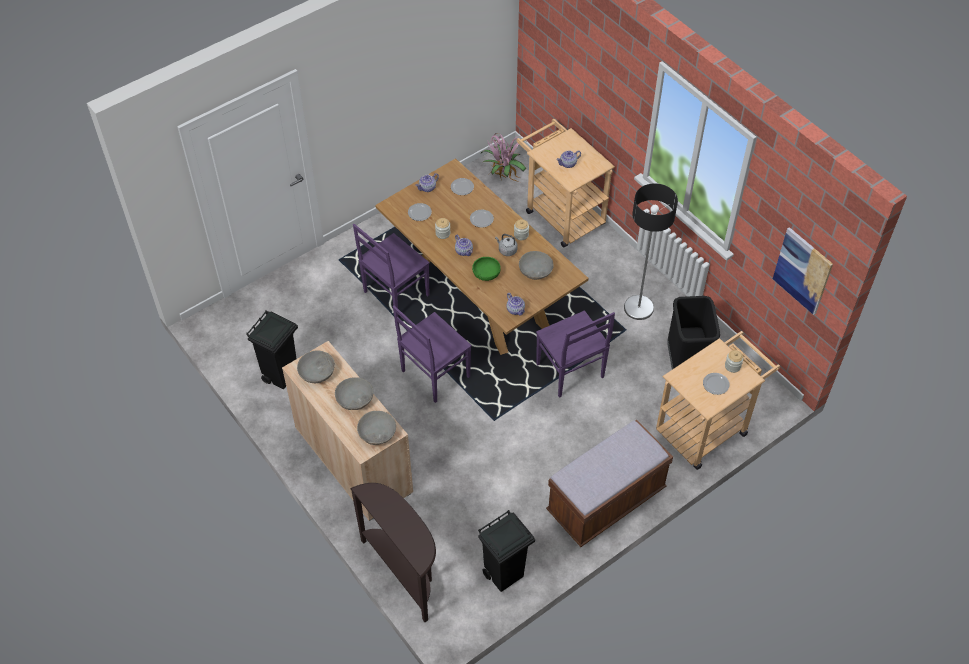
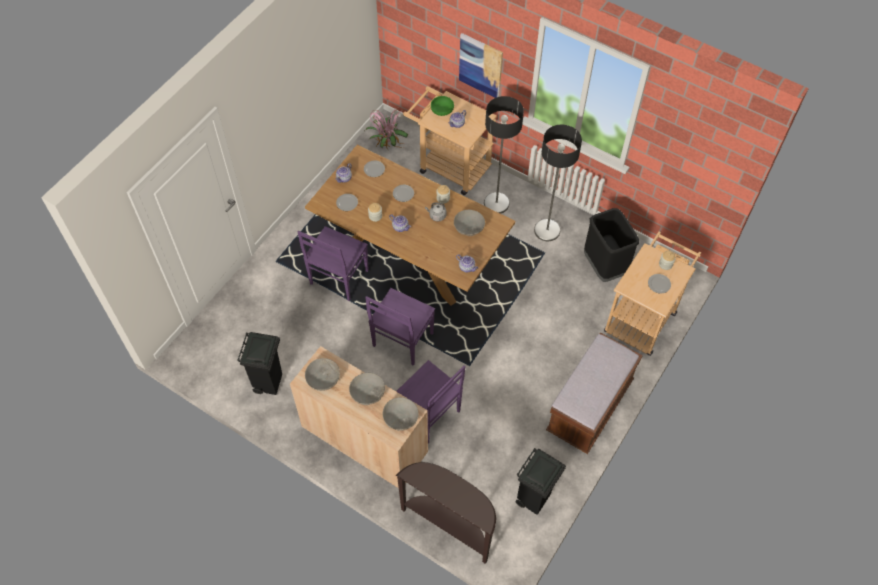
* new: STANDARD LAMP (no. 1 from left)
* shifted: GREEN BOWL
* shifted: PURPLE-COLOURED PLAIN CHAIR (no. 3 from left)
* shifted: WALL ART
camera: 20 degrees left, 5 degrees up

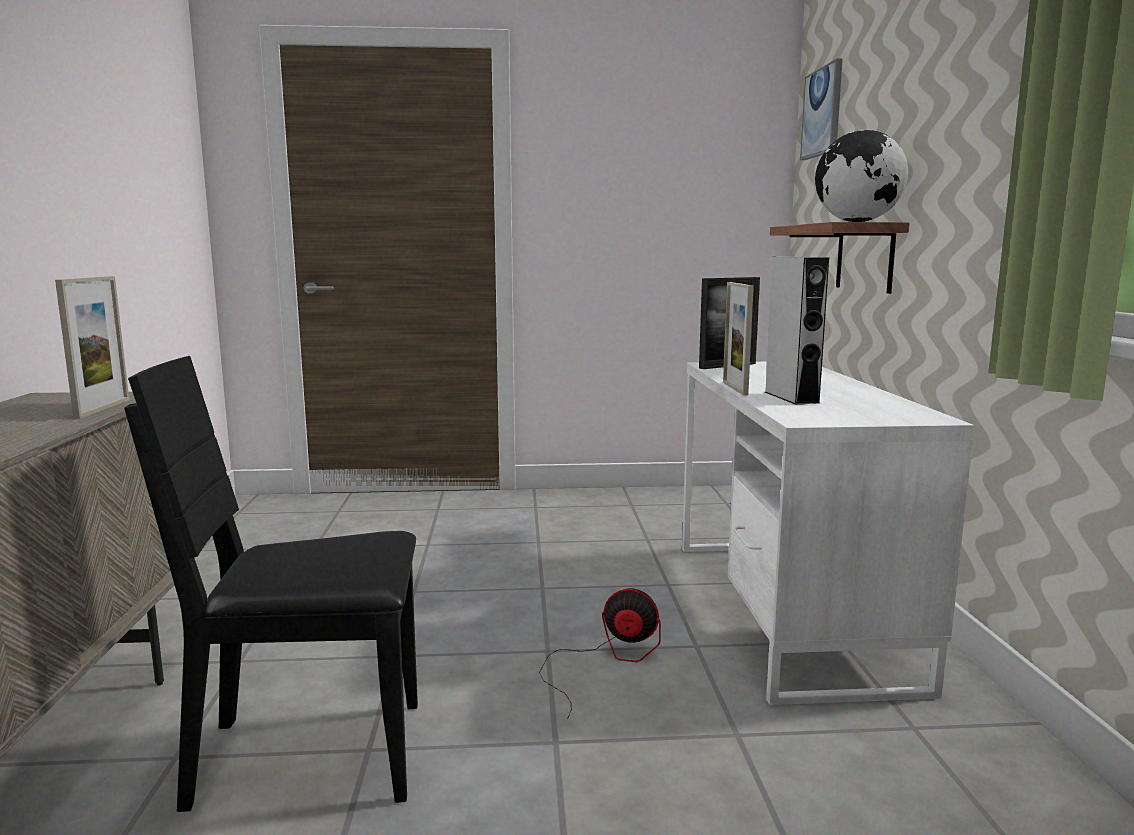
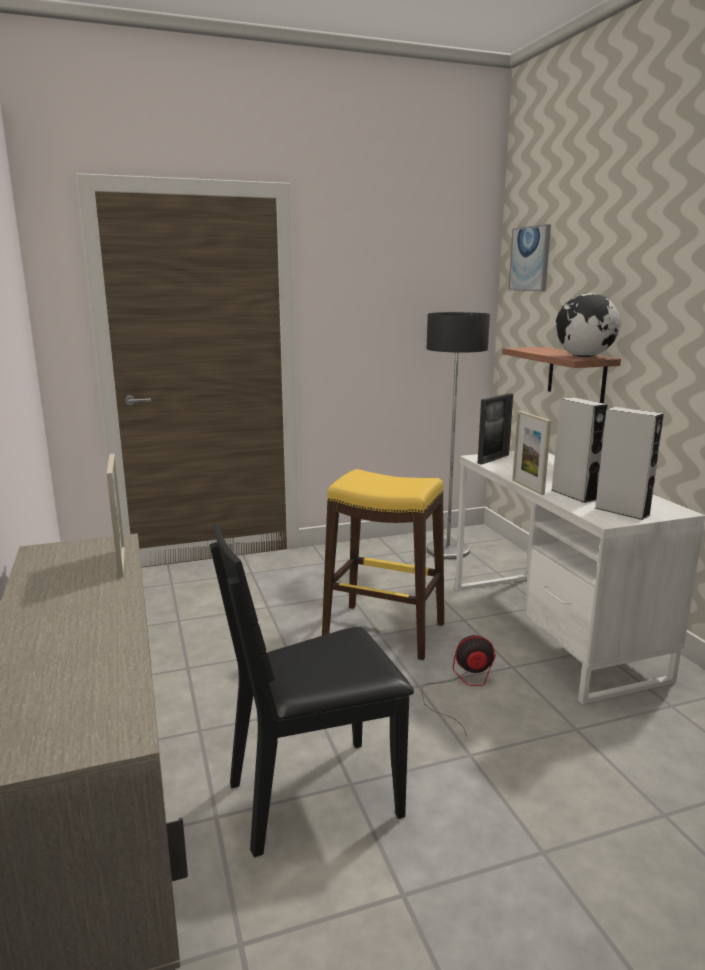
* new: YELLOW-COLOURED STOOL
* new: STANDARD LAMP
* new: GREY LOUDSPEAKER (no. 2 from left)
camera: 15 degrees left, 5 degrees up

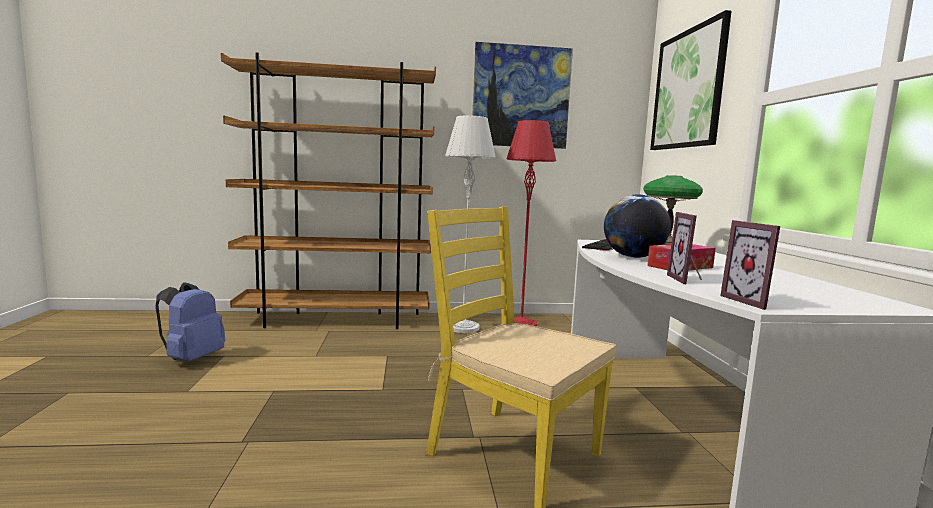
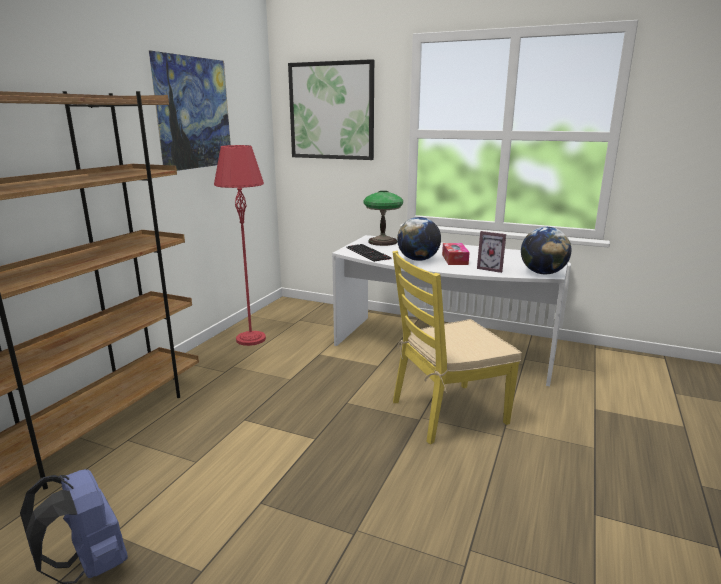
* gone: GREY STANDARD LAMP
* swapped: PHOTO FRAME (no. 2 from left) to GLOBE (no. 2 from left)
camera: 60 degrees left, 10 degrees up

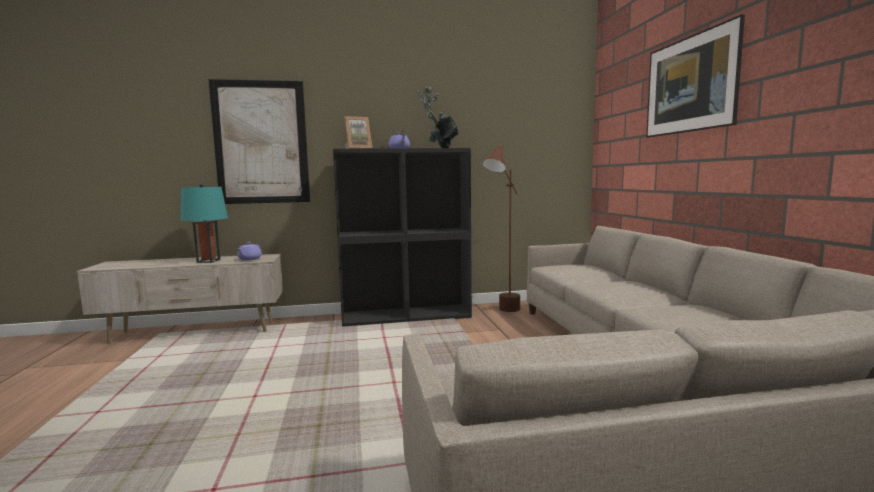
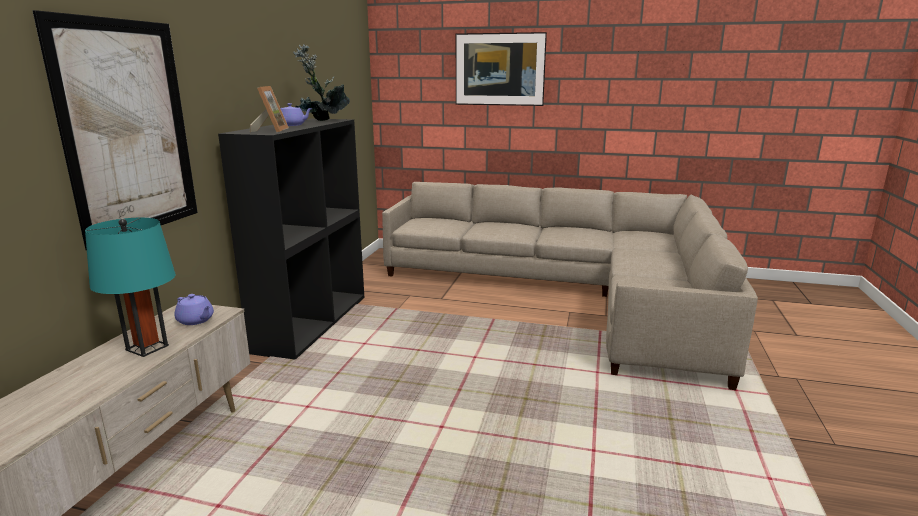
* gone: BROWN STANDARD LAMP
camera: 65 degrees left, 10 degrees up

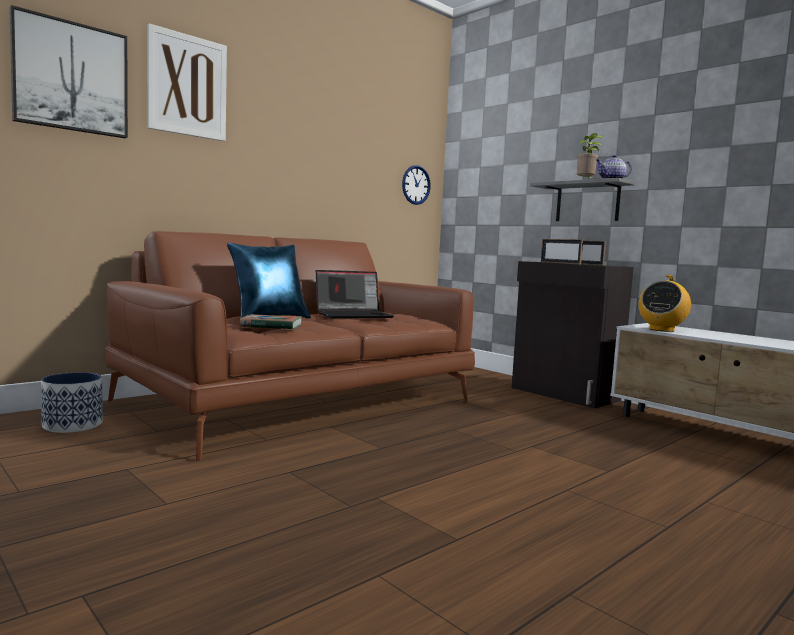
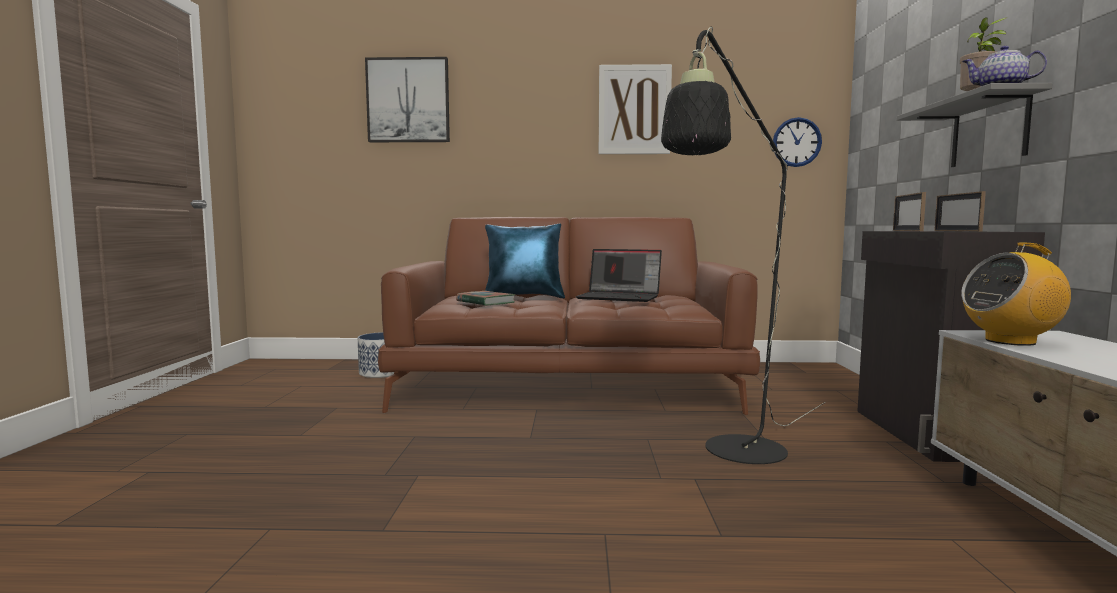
* new: BLACK STANDARD LAMP
* shifted: WALL ART (no. 2 from left)
camera: 45 degrees right, 0 degrees up

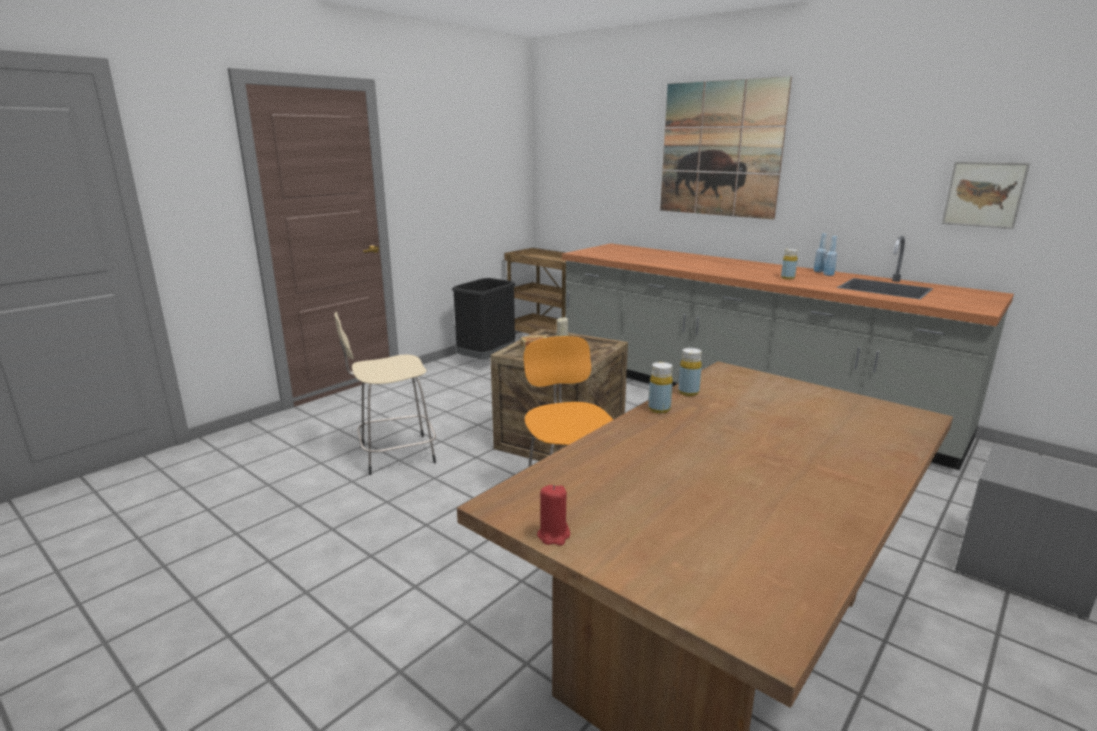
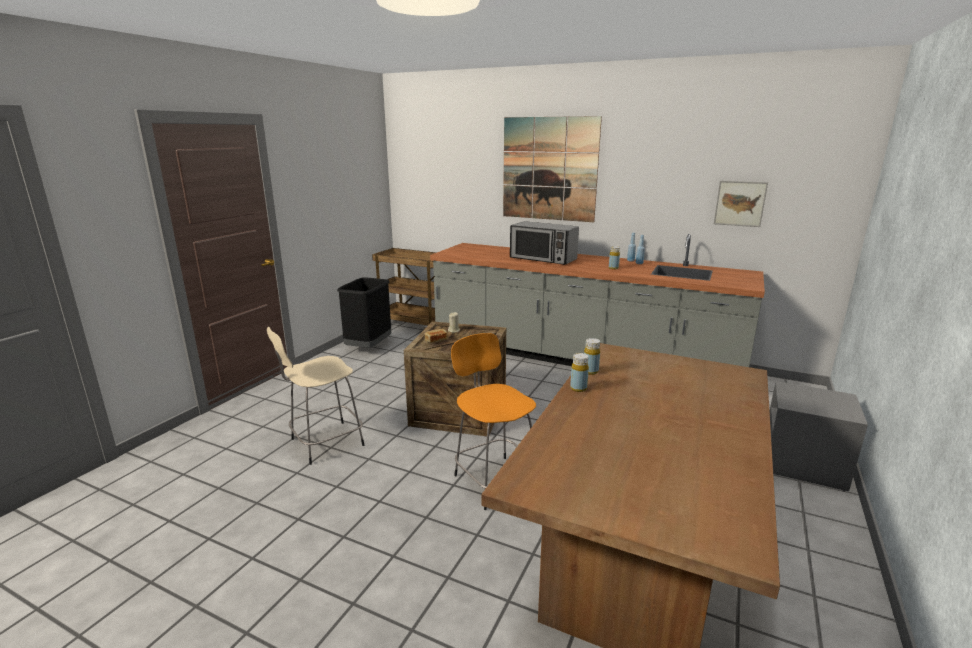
* gone: RED WAX LIGHT
* new: KITCHEN MICROWAVE
camera: 15 degrees left, 0 degrees up

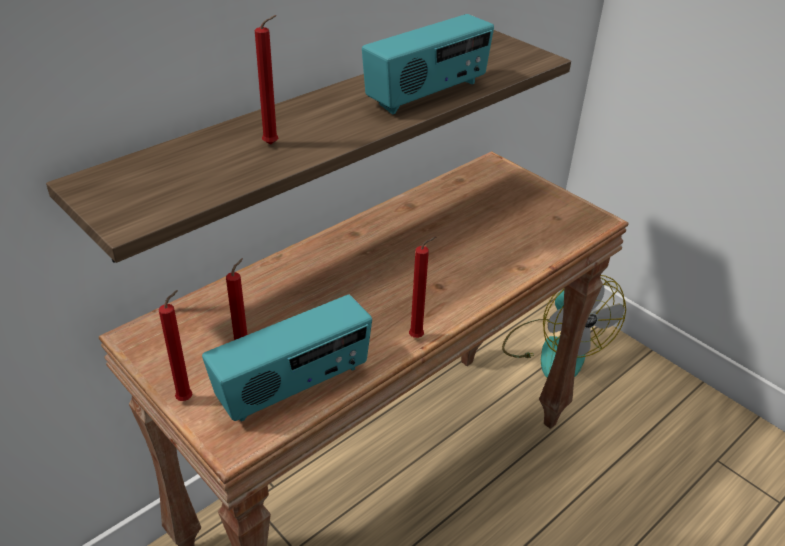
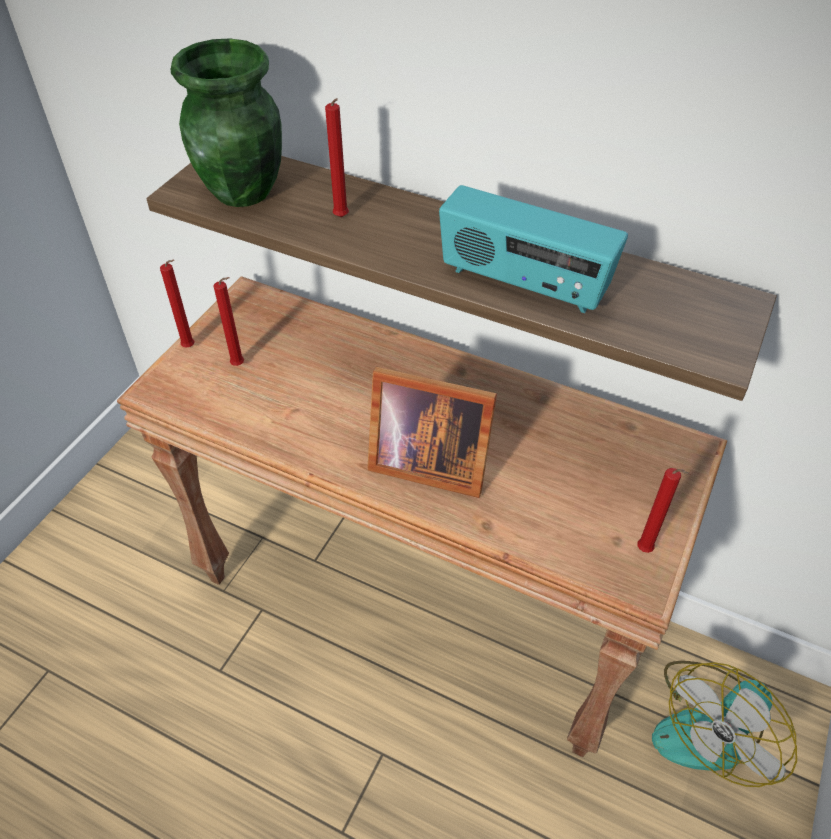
* gone: RADIO RECEIVER (no. 1 from left)
* new: GREEN VASE
* new: PHOTO FRAME
* shifted: RED WAX LIGHT (no. 4 from left)
camera: 70 degrees right, 10 degrees up

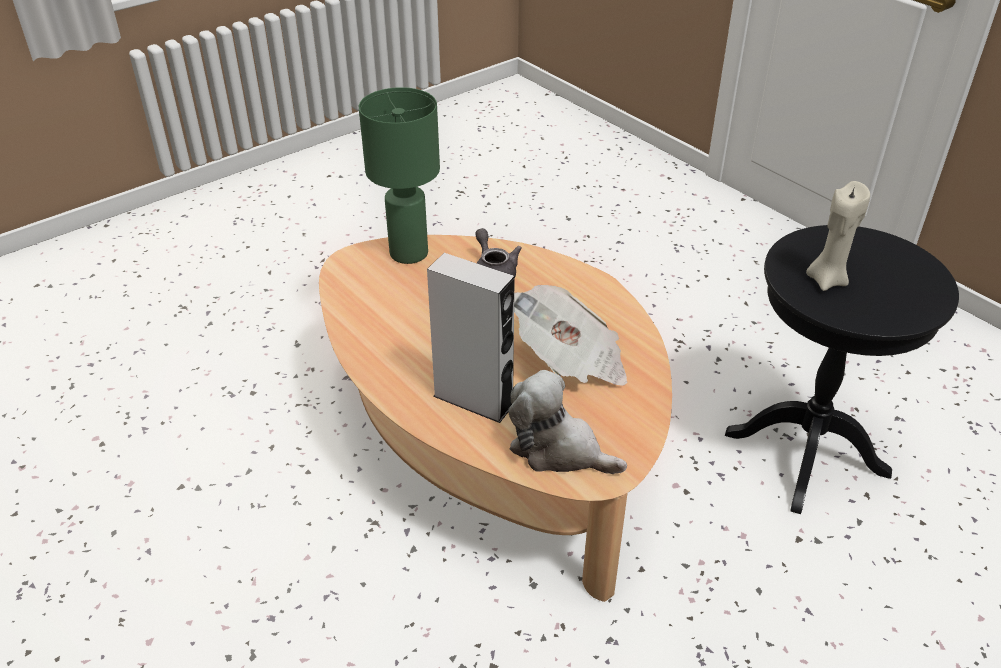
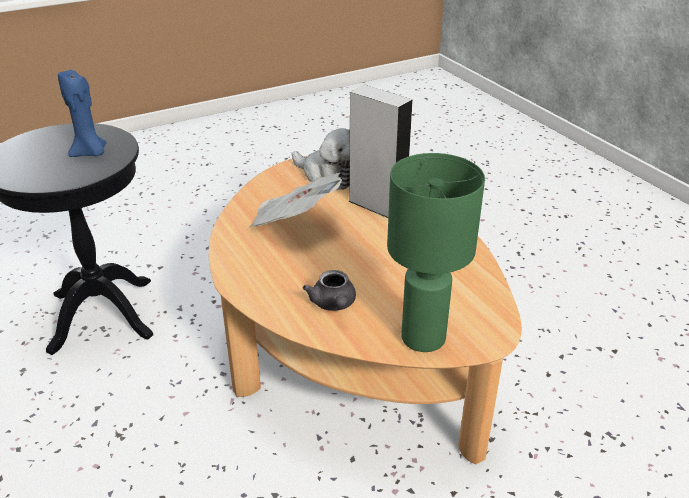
* repainted: SAND-COLOURED WAX LIGHT to BLUE-COLOURED WAX LIGHT
camera: 170 degrees left, 5 degrees down

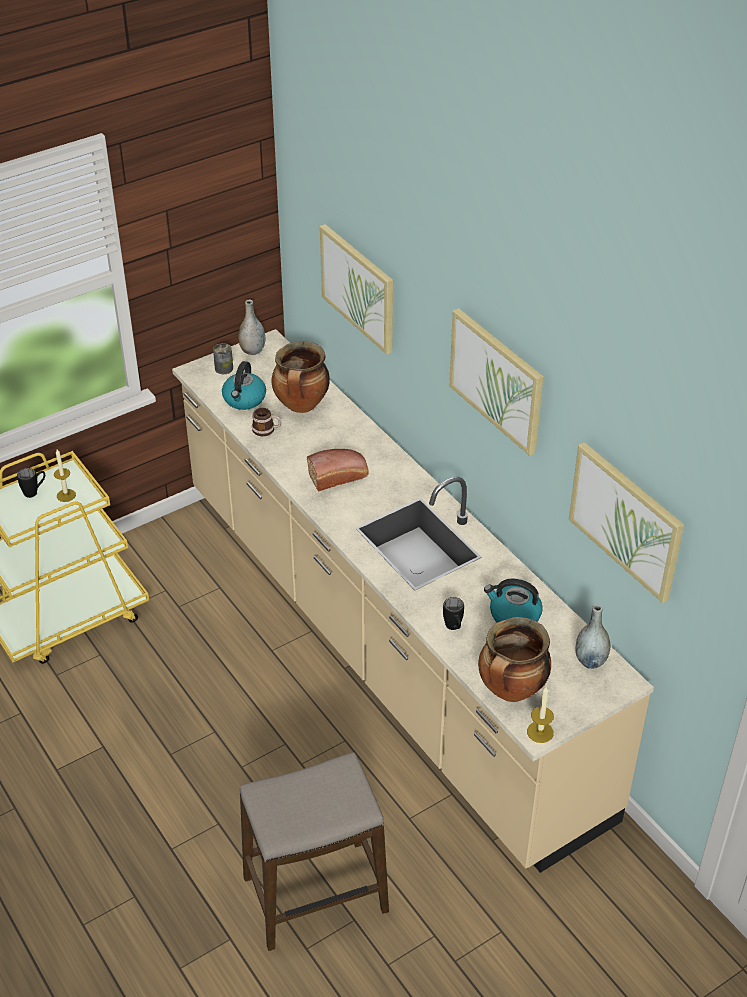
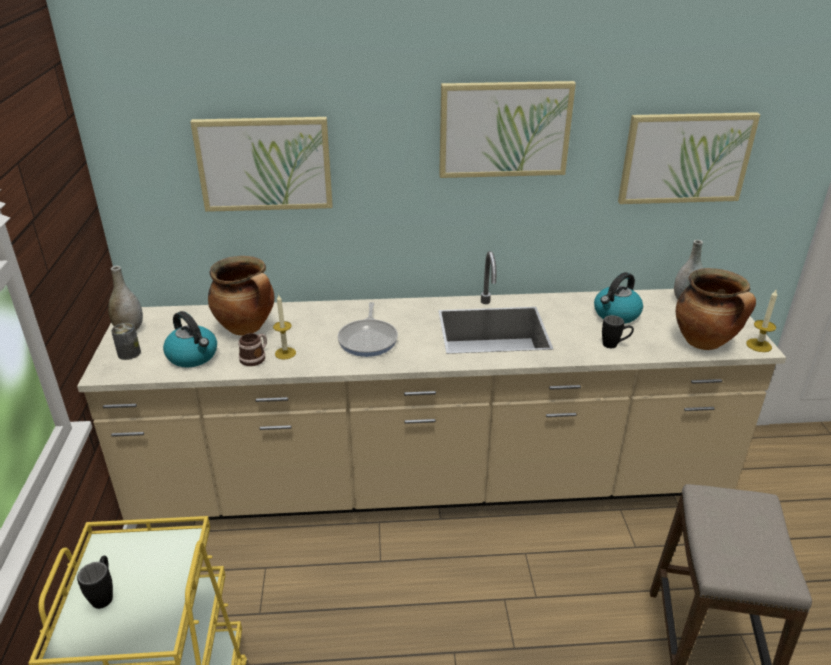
* shifted: WAX LIGHT (no. 1 from left)
* swapped: BAKERY BREAD to PAN
camera: 60 degrees left, 10 degrees down

